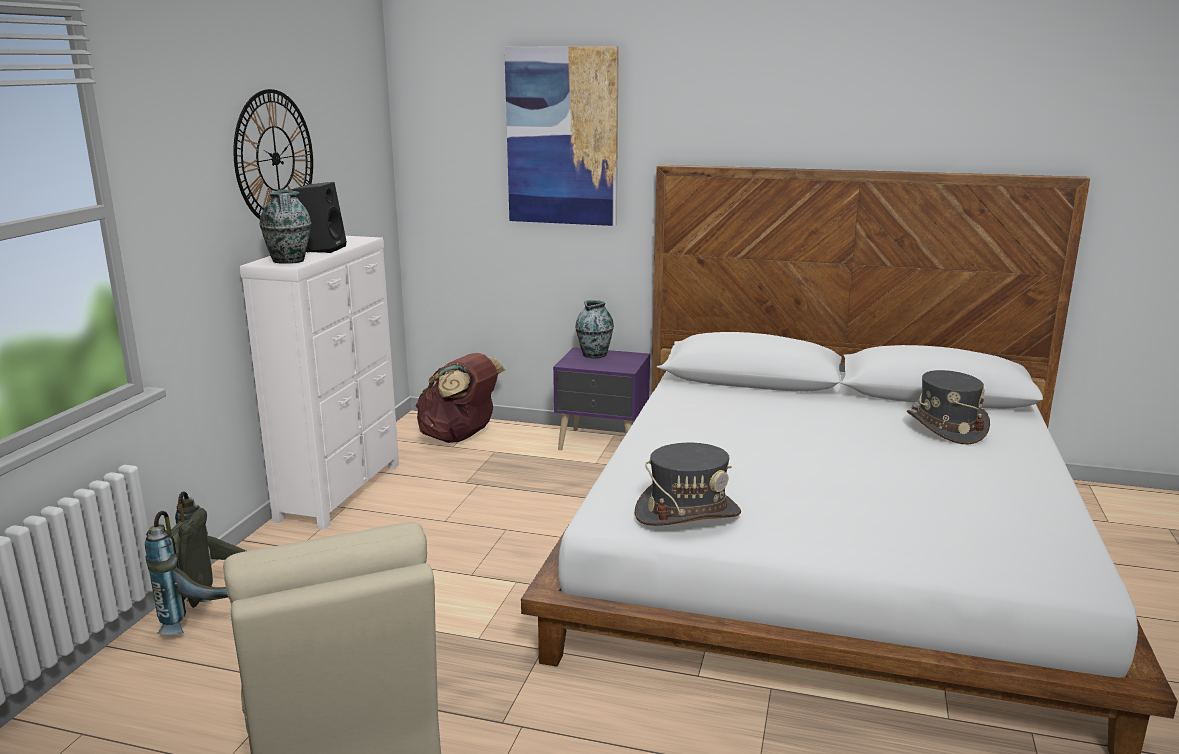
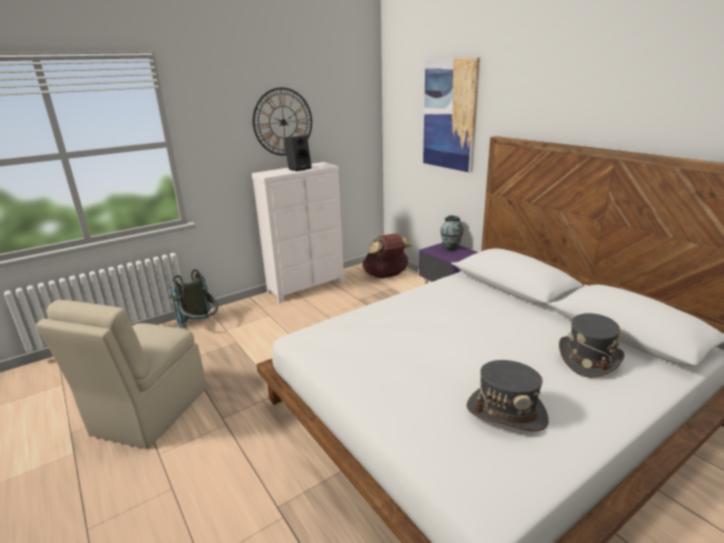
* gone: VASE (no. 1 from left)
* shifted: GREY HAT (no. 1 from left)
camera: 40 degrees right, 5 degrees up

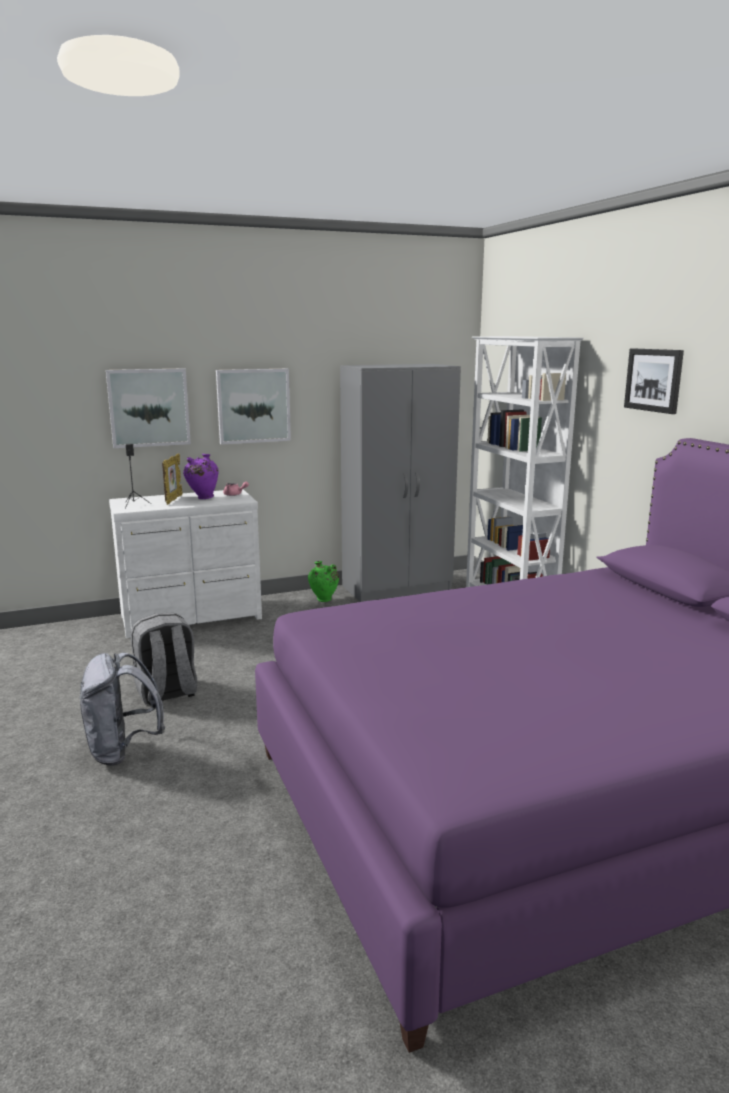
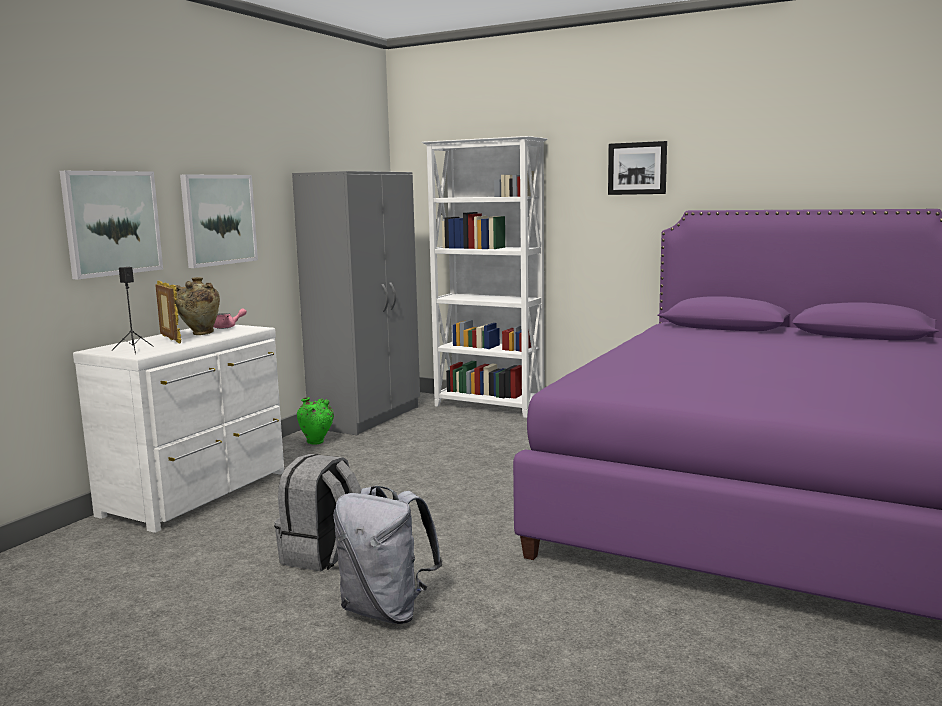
* repainted: PURPLE-COLOURED VASE to SAND-COLOURED VASE
camera: 40 degrees left, 5 degrees down

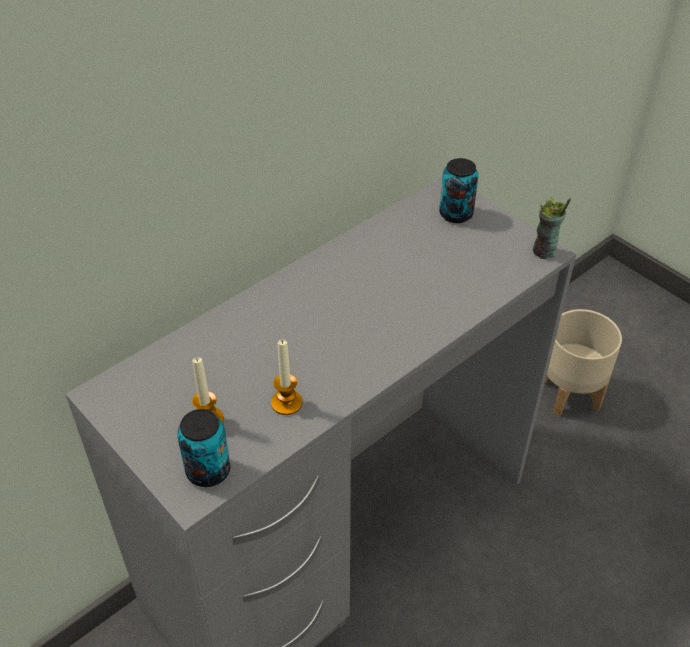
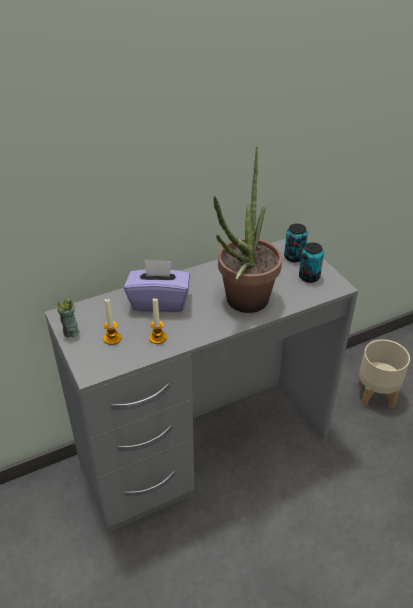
* new: PURPLE-COLOURED TISSUE HOLDER
* new: POTTED PLANT
* shifted: CAN (no. 1 from left in the first image) to CAN (no. 2 from left)
* shifted: CUP
camera: 15 degrees right, 5 degrees down

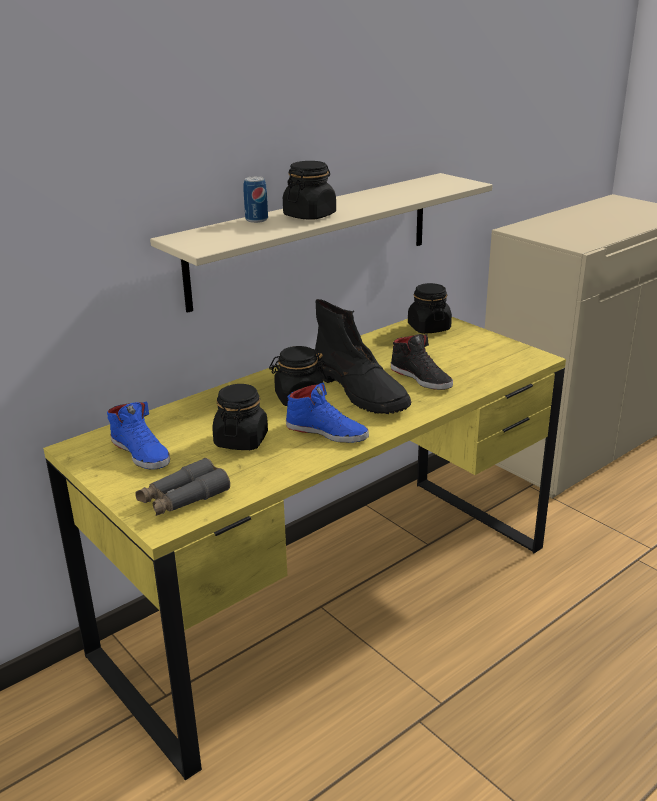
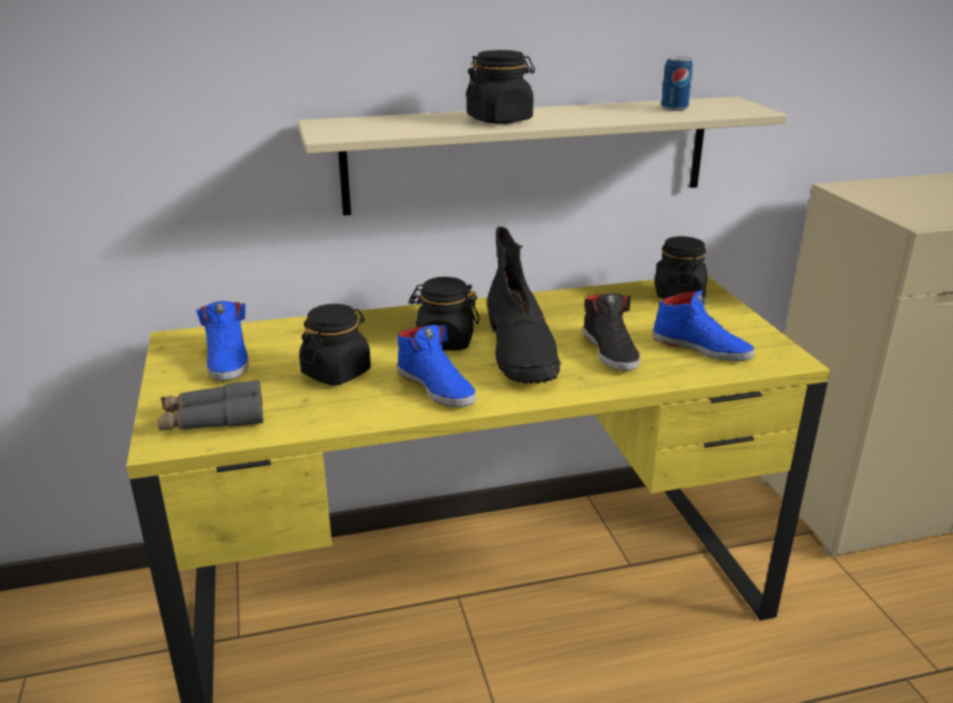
* new: BLUE-COLOURED LOW SHOE (no. 3 from left)
* shifted: CAN
camera: 25 degrees right, 0 degrees up

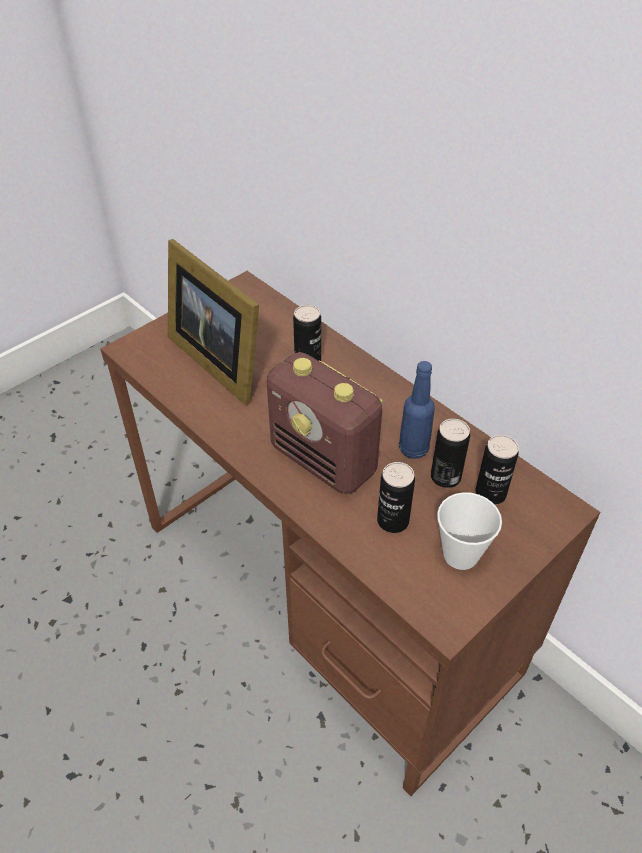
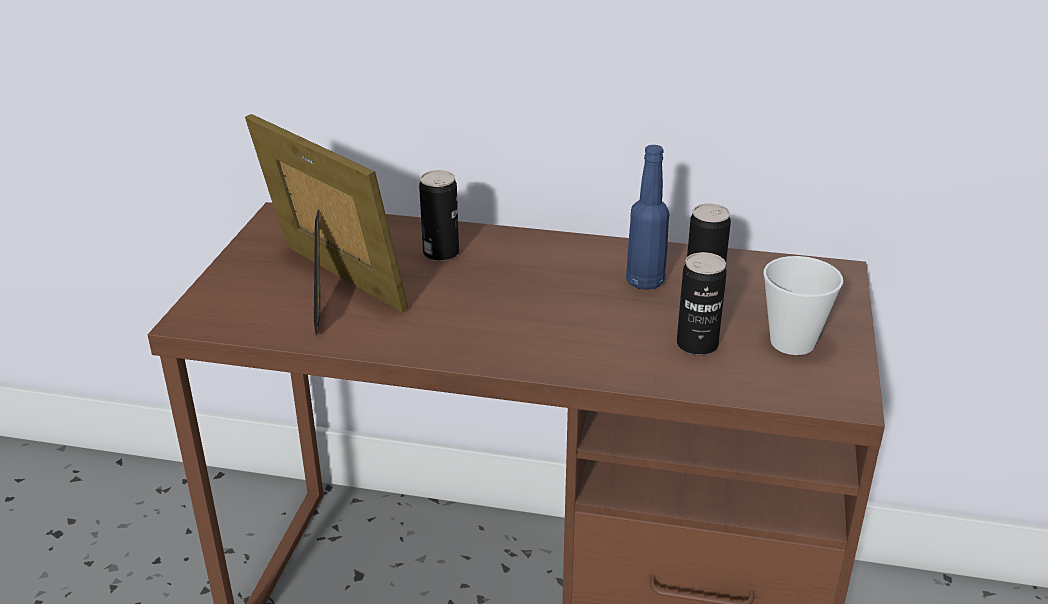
* gone: RADIO RECEIVER
* gone: CAN (no. 4 from left)
* rotated: PHOTO FRAME 150 degrees counterclockwise
camera: 35 degrees left, 15 degrees down

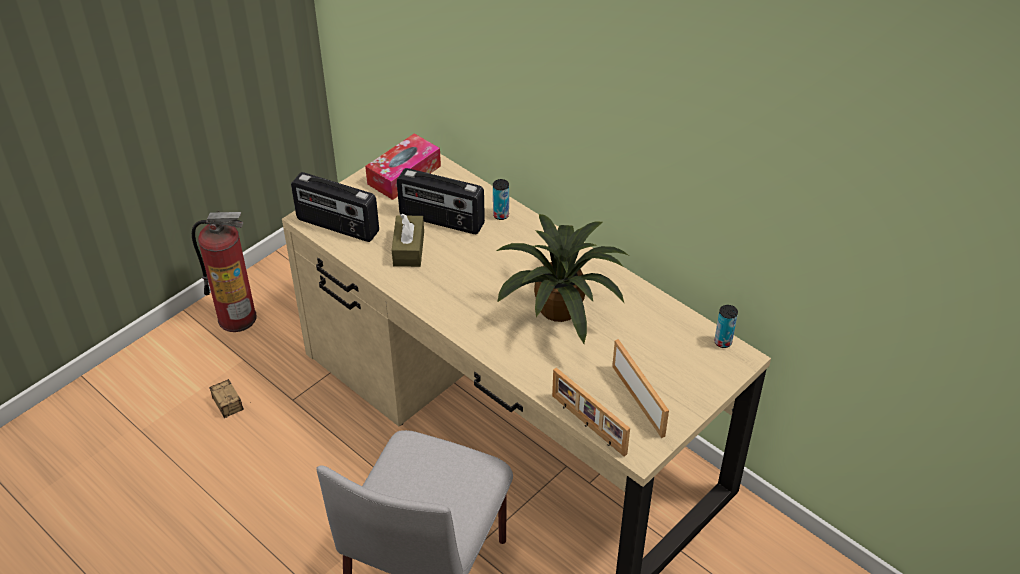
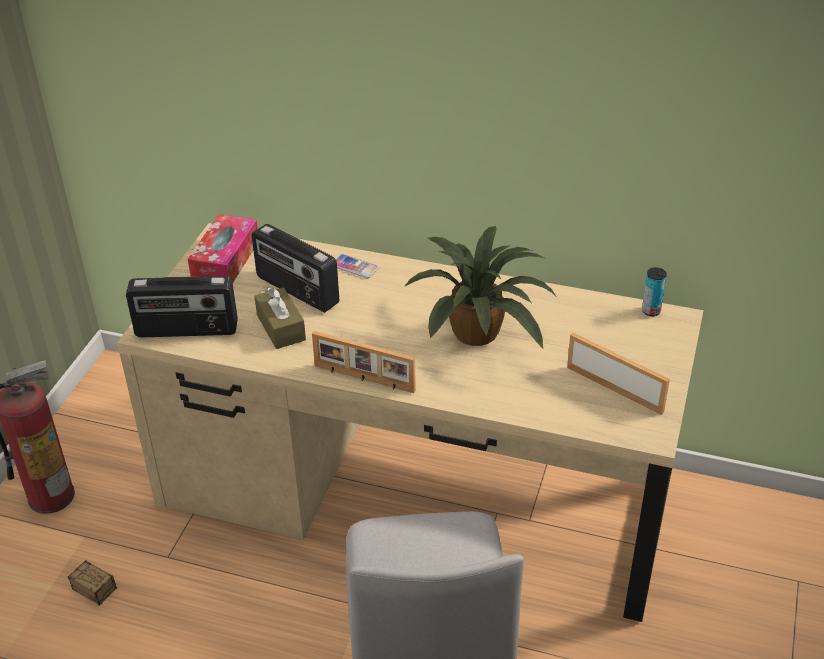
* shifted: PHOTO FRAME (no. 1 from left)
* swapped: CAN (no. 1 from left) to HANDSET
* rotated: RADIO RECEIVER (no. 2 from left) 45 degrees clockwise
camera: 25 degrees left, 5 degrees down

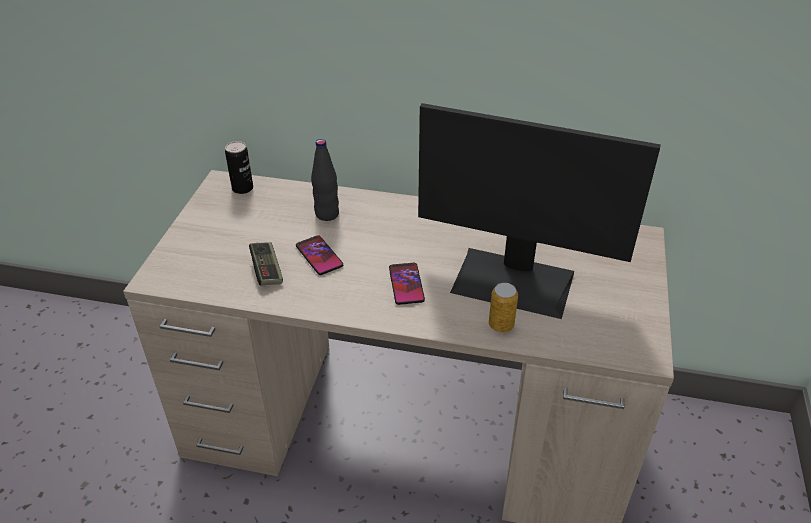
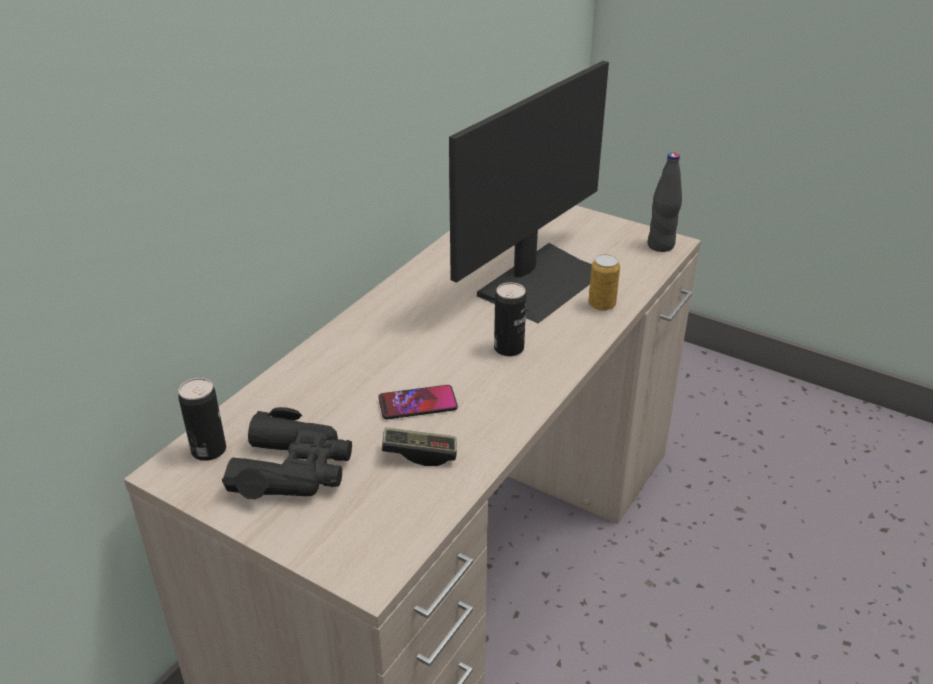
* new: BLACK FIELD GLASSES
* shifted: BLACK BEVERAGE BOTTLE
* swapped: HANDSET (no. 2 from left) to CAN (no. 2 from left)
camera: 70 degrees left, 5 degrees down

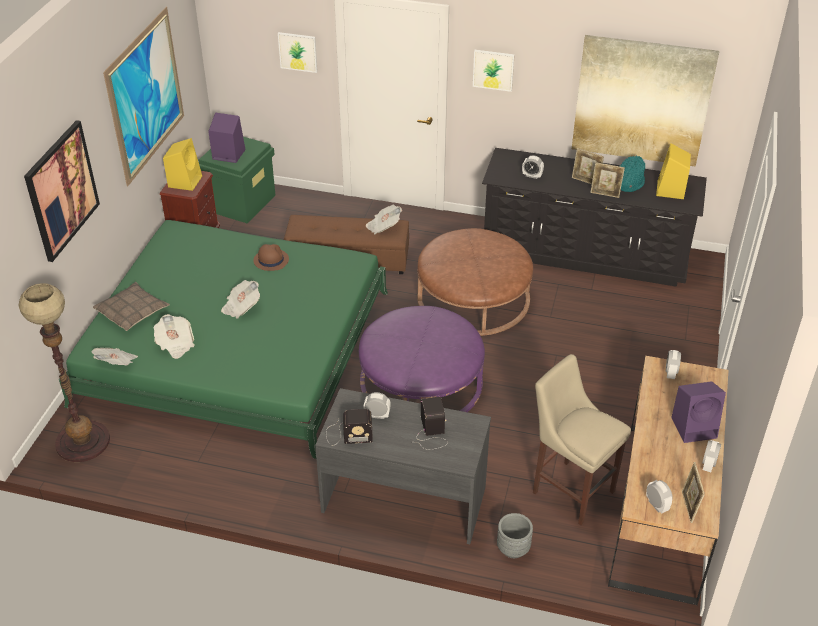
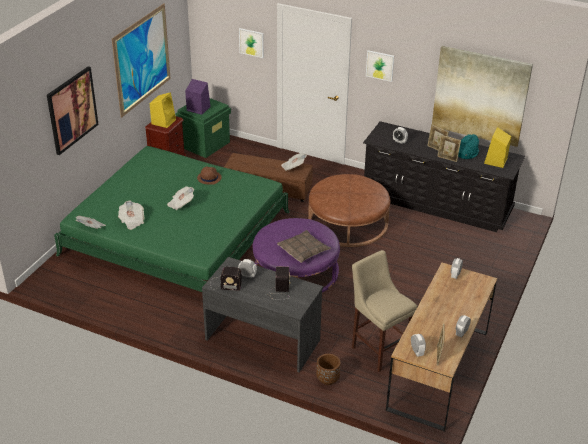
* gone: STANDARD LAMP
* gone: PURPLE-COLOURED LOUDSPEAKER (no. 2 from left)
* shifted: PILLOW
* repainted: GREY FLOWER POT to BROWN FLOWER POT
camera: 10 degrees right, 5 degrees down

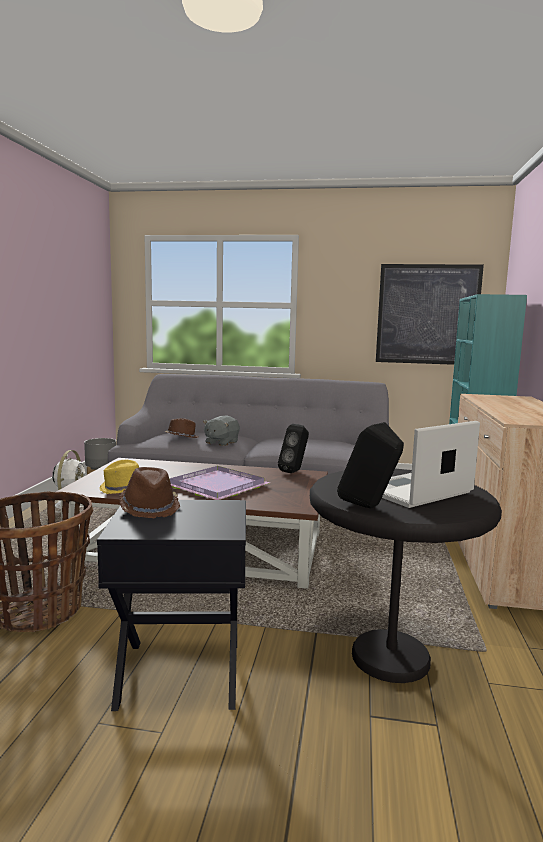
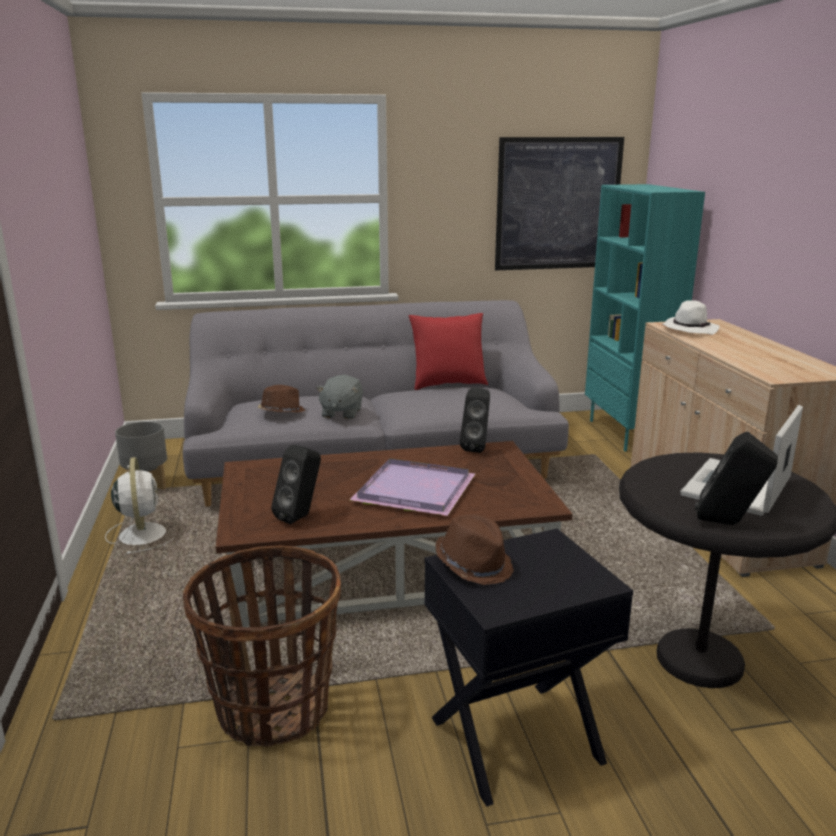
* new: RED PILLOW
* new: WHITE-COLOURED HAT
* swapped: YELLOW-COLOURED HAT to BLACK LOUDSPEAKER (no. 1 from left)
camera: 20 degrees left, 10 degrees up

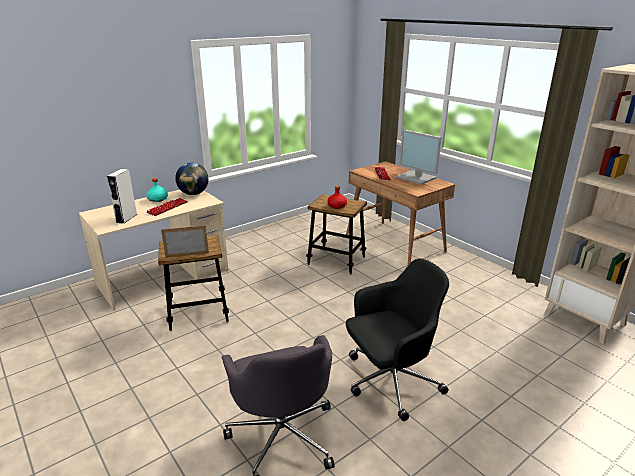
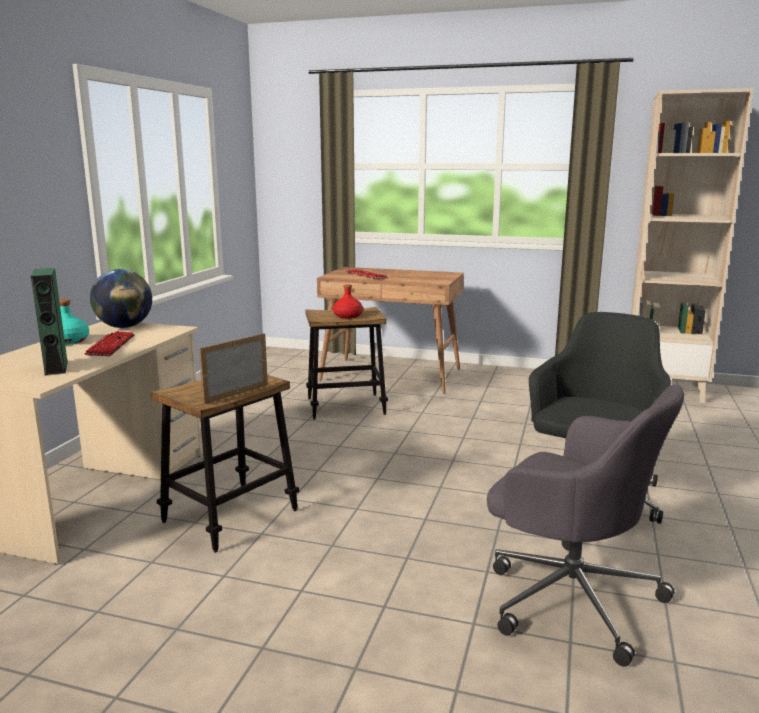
* gone: COMPUTER DISPLAY
* repainted: GREY LOUDSPEAKER to GREEN LOUDSPEAKER
camera: 35 degrees left, 10 degrees down

